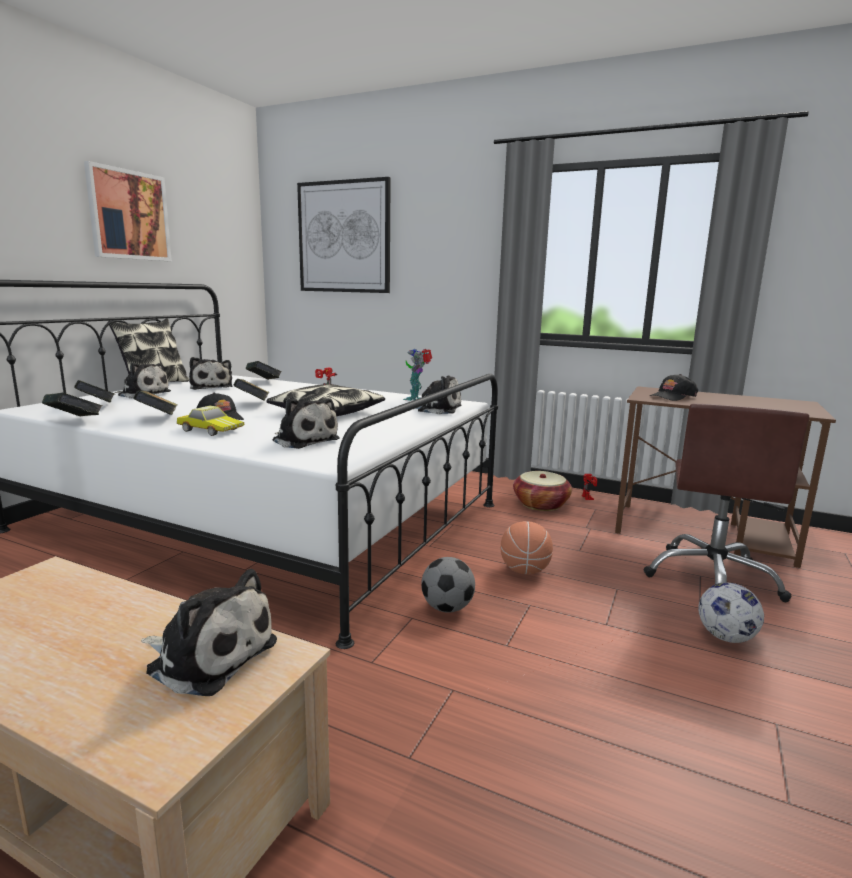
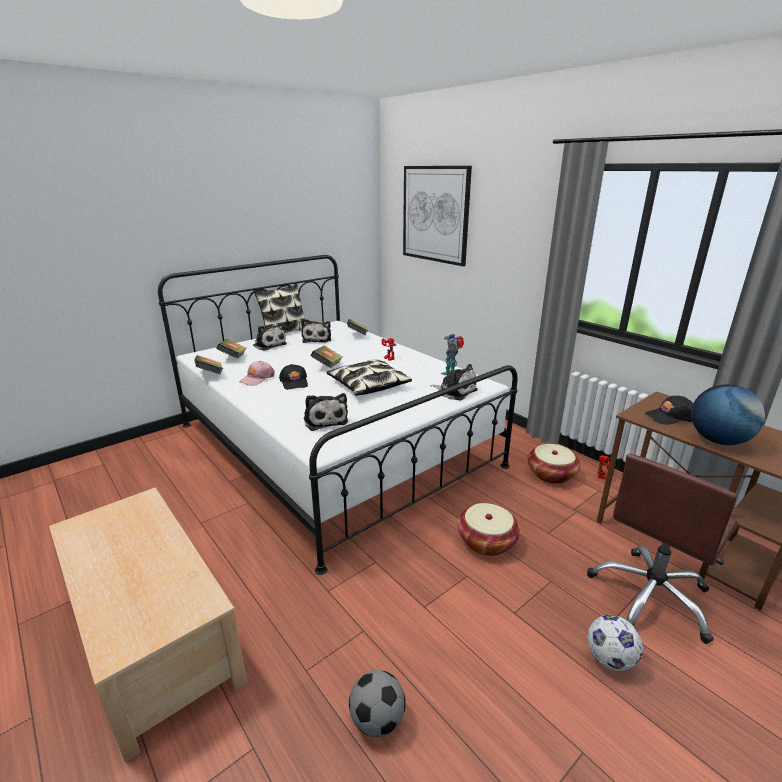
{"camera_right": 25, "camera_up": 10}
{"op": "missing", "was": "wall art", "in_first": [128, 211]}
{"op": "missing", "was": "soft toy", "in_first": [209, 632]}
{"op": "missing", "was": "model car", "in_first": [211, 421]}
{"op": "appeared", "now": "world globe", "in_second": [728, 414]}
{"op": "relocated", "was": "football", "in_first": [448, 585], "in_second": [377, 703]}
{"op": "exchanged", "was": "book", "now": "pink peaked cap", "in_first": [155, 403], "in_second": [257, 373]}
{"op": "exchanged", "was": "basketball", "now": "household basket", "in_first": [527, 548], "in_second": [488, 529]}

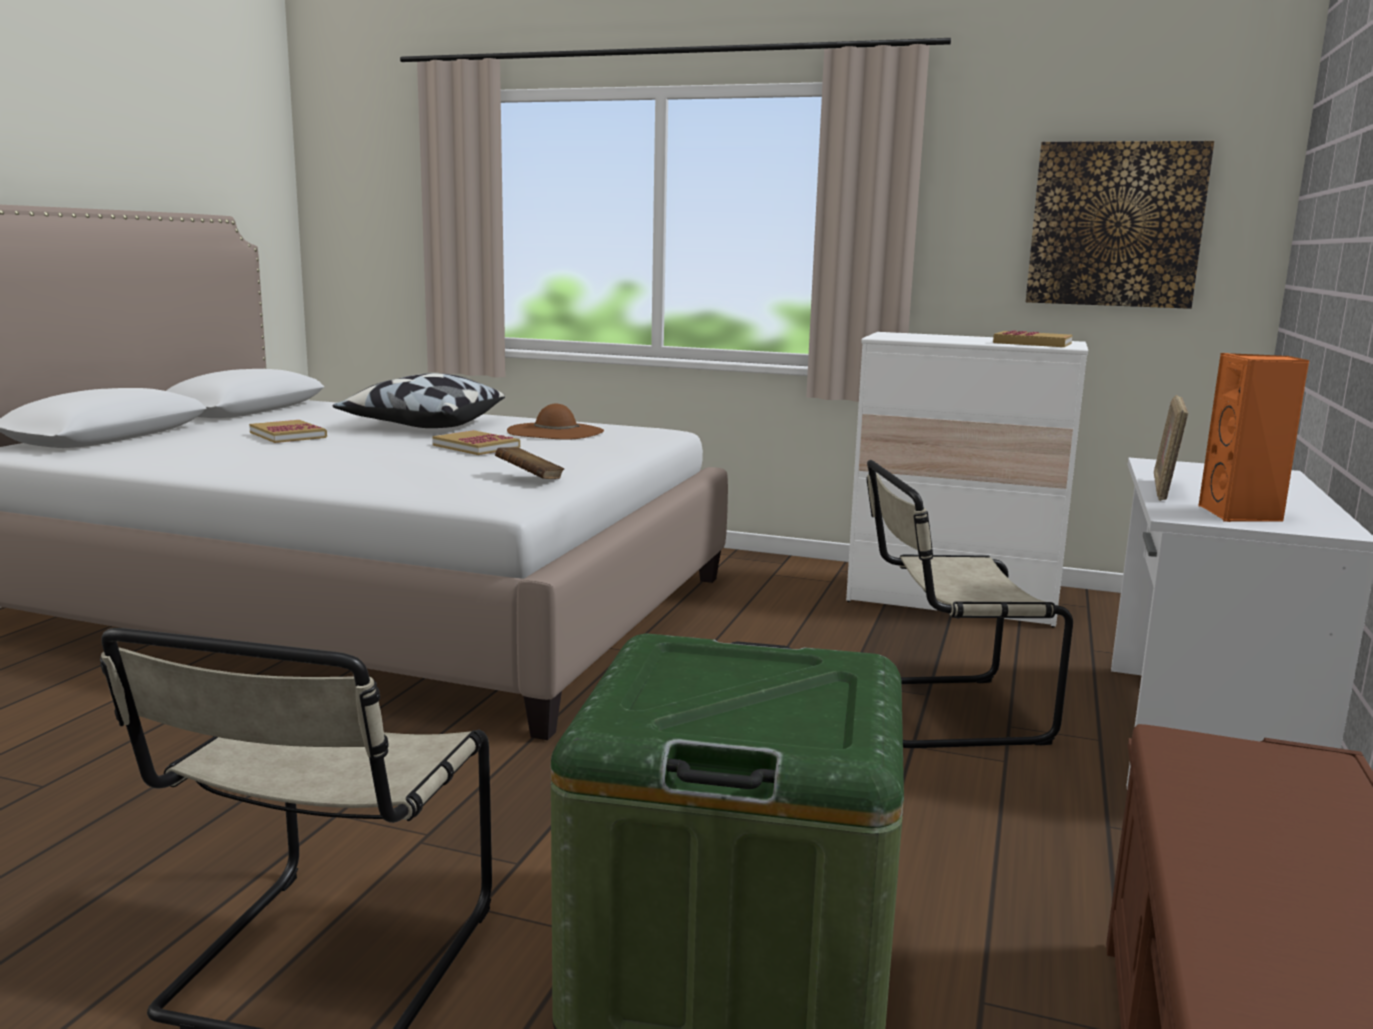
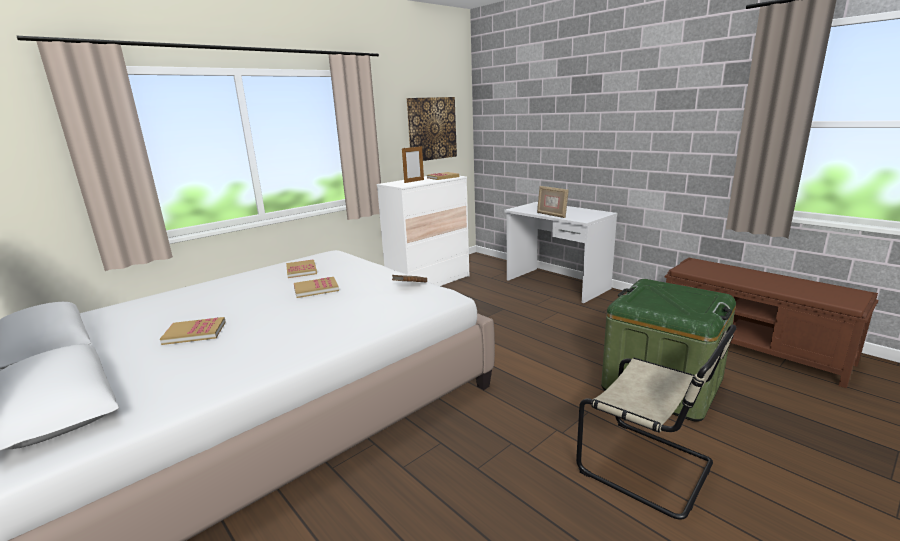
{"camera_right": -60, "camera_up": 5}
{"op": "missing", "was": "pillow", "in_first": [419, 400]}
{"op": "missing", "was": "beige plain chair", "in_first": [969, 604]}
{"op": "missing", "was": "orange audio speaker", "in_first": [1253, 437]}
{"op": "appeared", "now": "photo frame", "in_second": [413, 164]}
{"op": "exchanged", "was": "brownish clothing hat", "now": "book", "in_first": [555, 421], "in_second": [301, 269]}

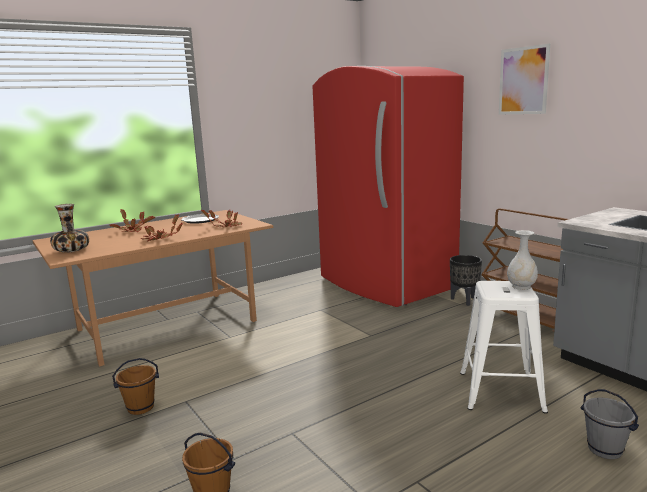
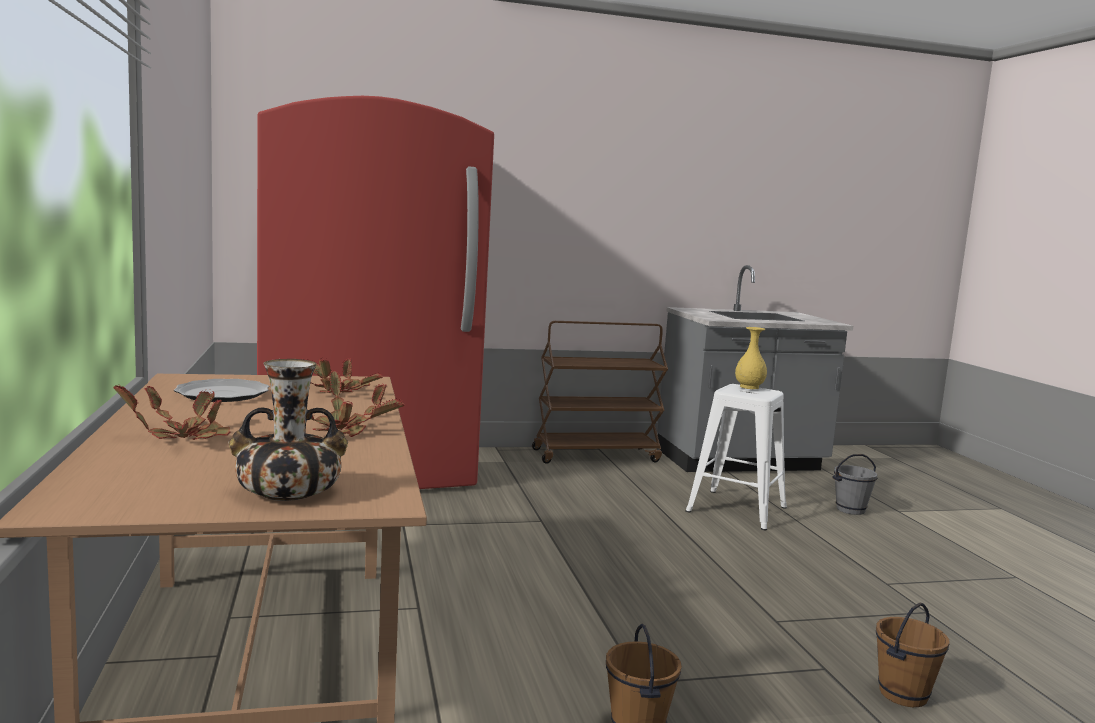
{"camera_right": -70, "camera_up": -5}
{"op": "missing", "was": "black-coloured plant pot", "in_first": [466, 280]}
{"op": "missing", "was": "wall art", "in_first": [524, 79]}
{"op": "colour", "was": "white vase", "now": "yellowish vase", "in_first": [522, 260], "in_second": [751, 358]}

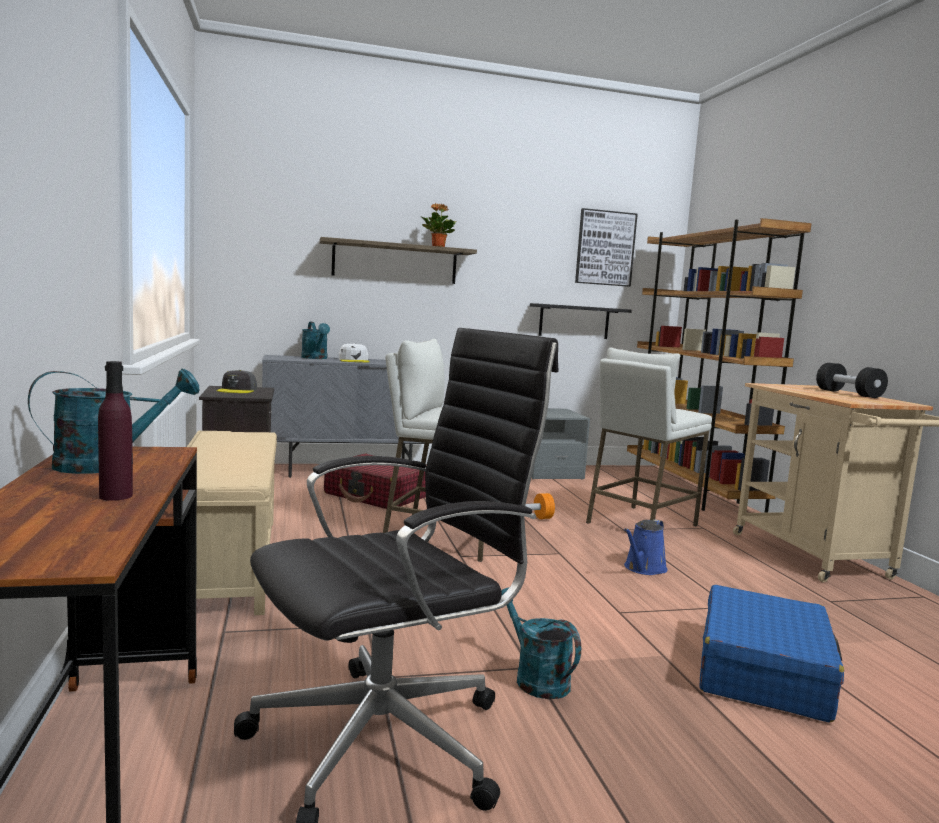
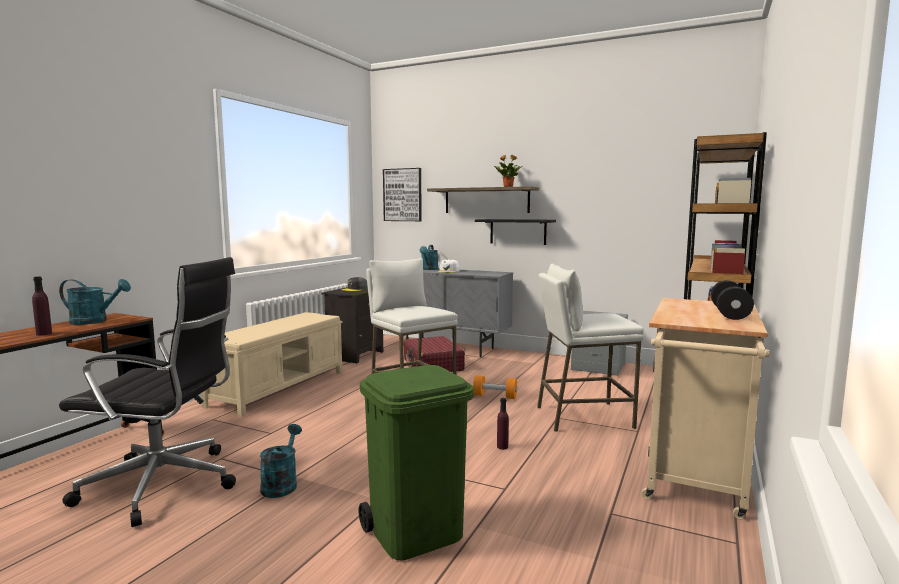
{"camera_right": 40, "camera_up": 0}
{"op": "relocated", "was": "black-coloured shelf", "in_first": [581, 321], "in_second": [515, 232]}
{"op": "relocated", "was": "wall art", "in_first": [606, 247], "in_second": [402, 194]}
{"op": "exchanged", "was": "blue watering pot", "now": "purple drink bottle", "in_first": [646, 547], "in_second": [503, 424]}
{"op": "exchanged", "was": "blue suitcase", "now": "green-coloured rubbish bin", "in_first": [772, 654], "in_second": [416, 463]}

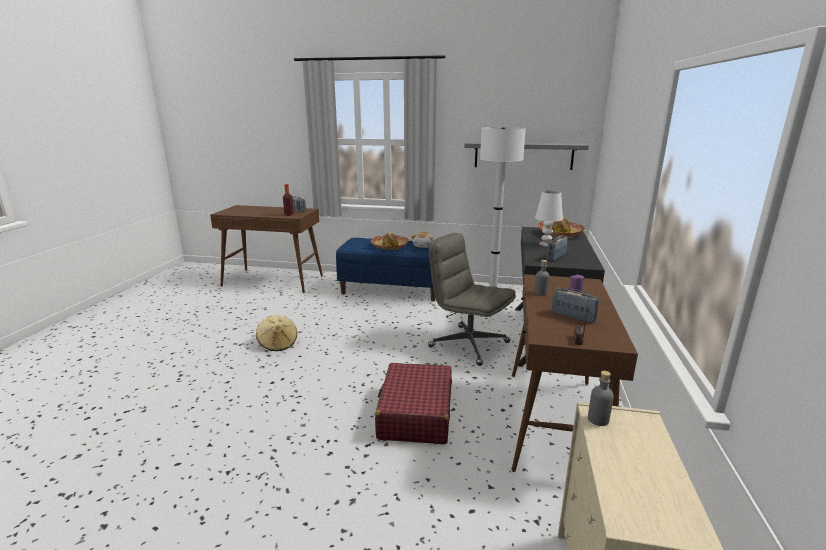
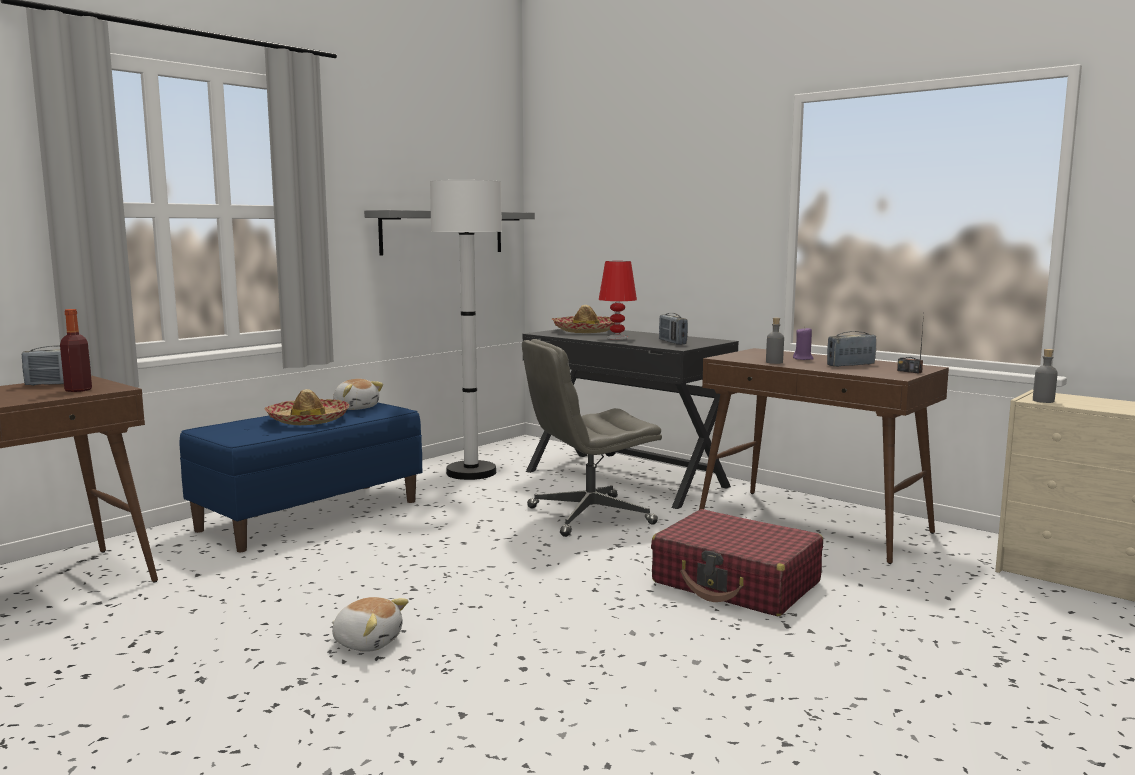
{"camera_right": -60, "camera_up": -10}
{"op": "exchanged", "was": "beige clothing hat", "now": "soft toy", "in_first": [276, 333], "in_second": [370, 624]}
{"op": "colour", "was": "white tabletop lamp", "now": "reddish tabletop lamp", "in_first": [549, 218], "in_second": [618, 300]}

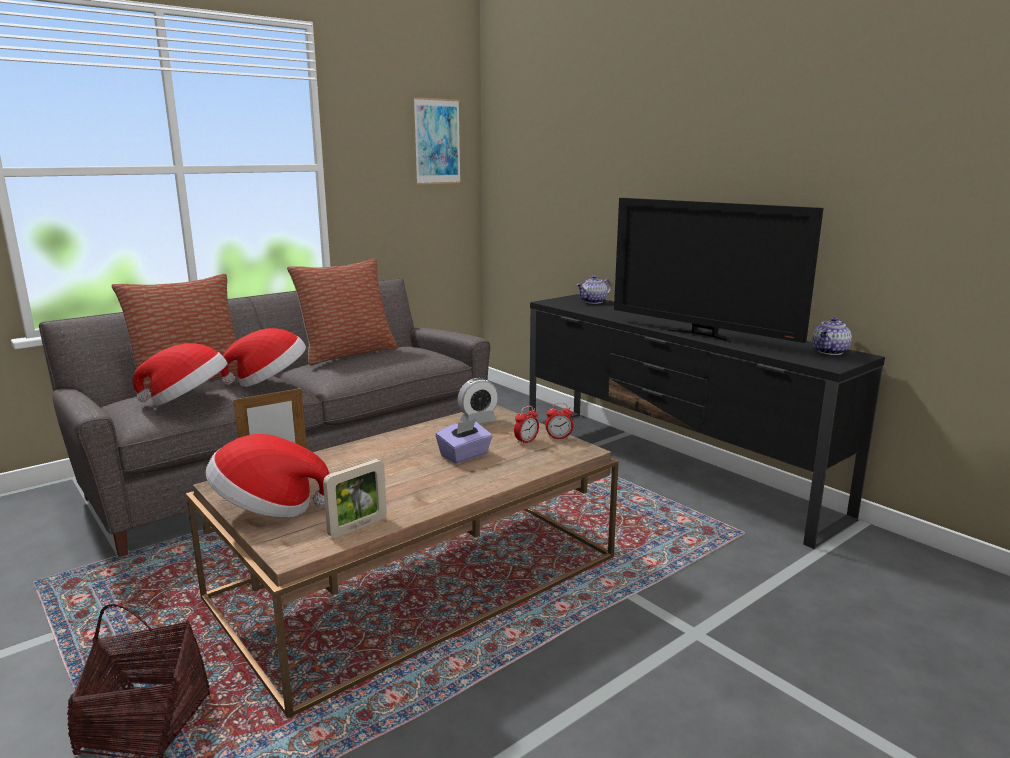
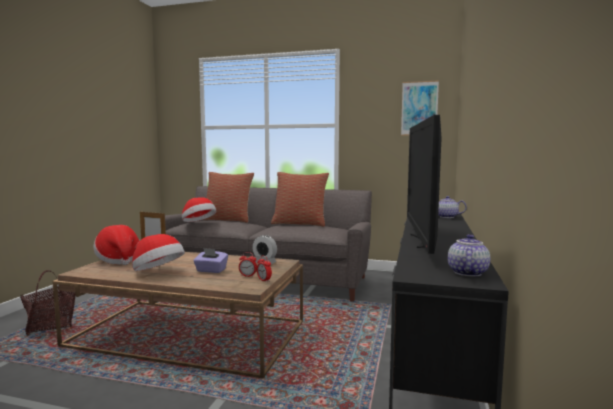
{"camera_right": 55, "camera_up": -10}
{"op": "missing", "was": "photo frame", "in_first": [355, 498]}
{"op": "relocated", "was": "clothing hat", "in_first": [263, 357], "in_second": [158, 252]}
{"op": "spun", "was": "teapot", "in_first": [832, 336], "in_second": [469, 255], "clockwise": 105}

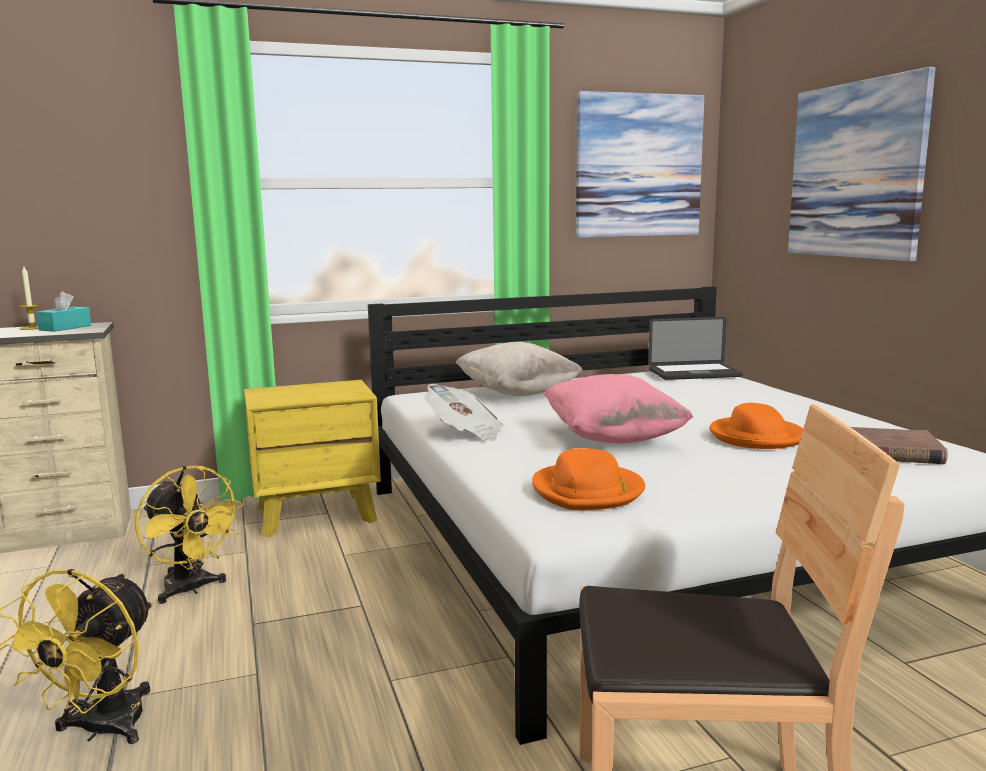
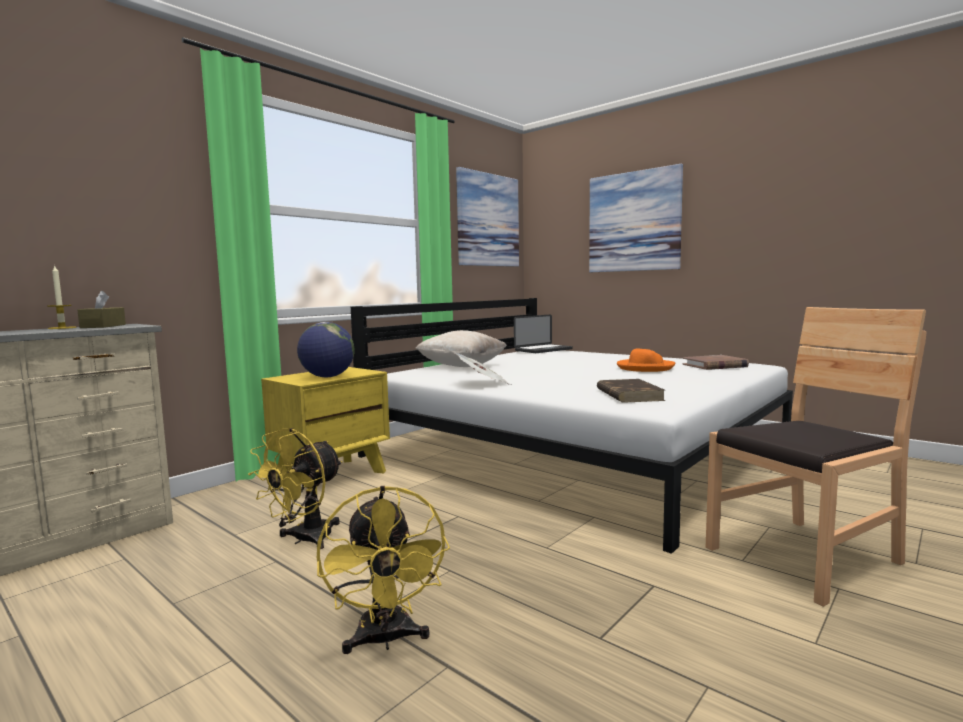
{"camera_right": -30, "camera_up": -5}
{"op": "missing", "was": "pink pillow", "in_first": [618, 408]}
{"op": "appeared", "now": "world globe", "in_second": [326, 349]}
{"op": "exchanged", "was": "orange clothing hat", "now": "brownish book", "in_first": [588, 479], "in_second": [631, 391]}
{"op": "colour", "was": "turquoise-coloured box of tissues", "now": "brownish box of tissues", "in_first": [63, 311], "in_second": [102, 309]}
{"op": "spun", "was": "yellowish electric fan", "in_first": [189, 535], "in_second": [295, 488], "clockwise": 105}

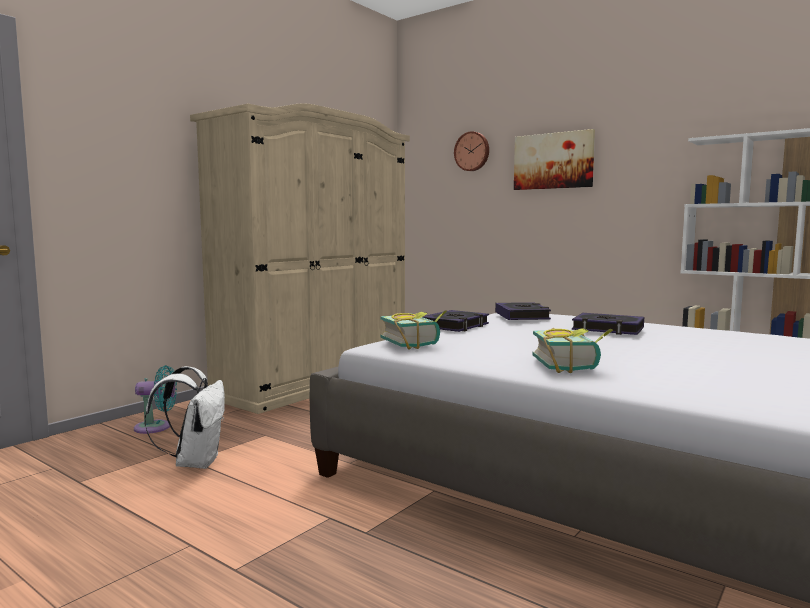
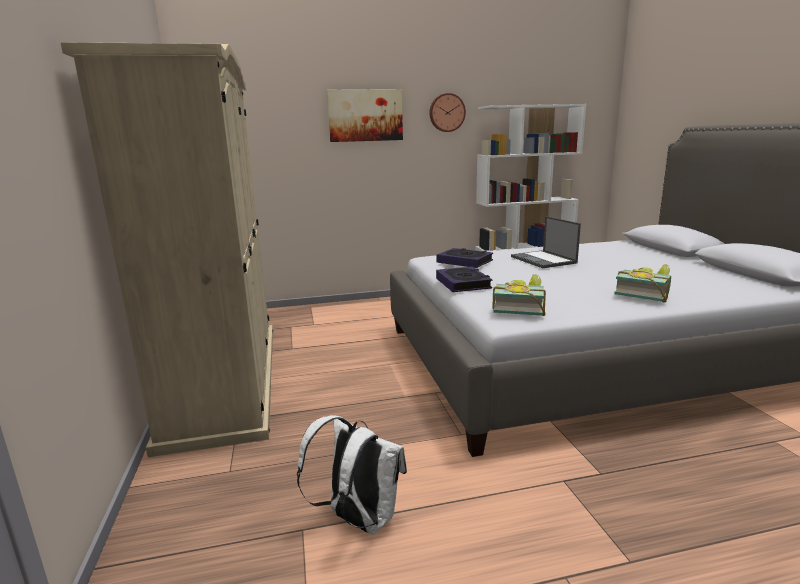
{"camera_right": -50, "camera_up": 10}
{"op": "missing", "was": "turquoise-coloured electric fan", "in_first": [155, 399]}
{"op": "relocated", "was": "hanging clock", "in_first": [471, 151], "in_second": [448, 112]}
{"op": "exchanged", "was": "book", "now": "portable computer", "in_first": [608, 324], "in_second": [546, 242]}

